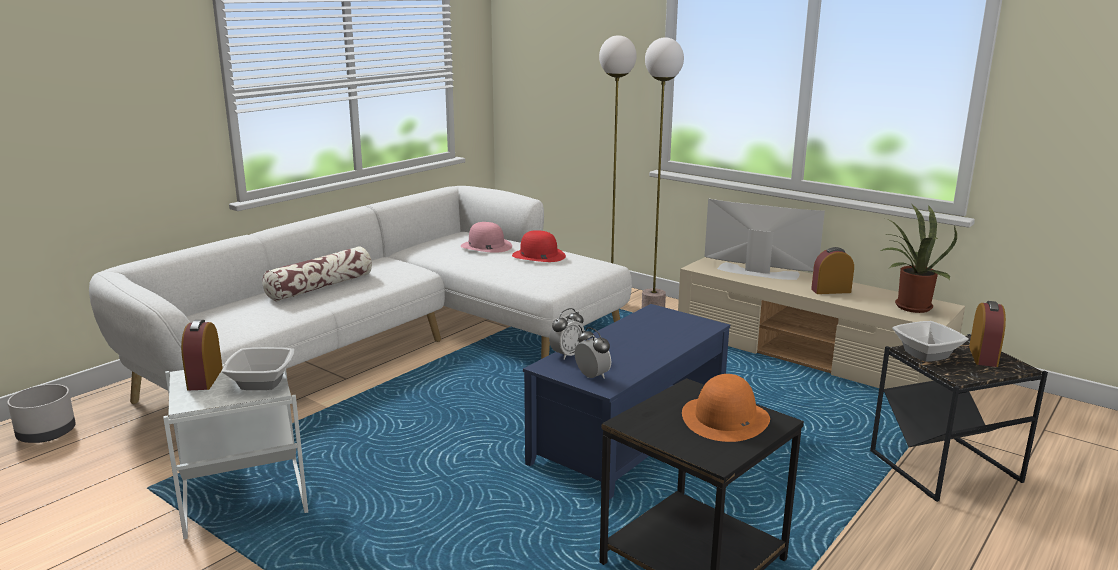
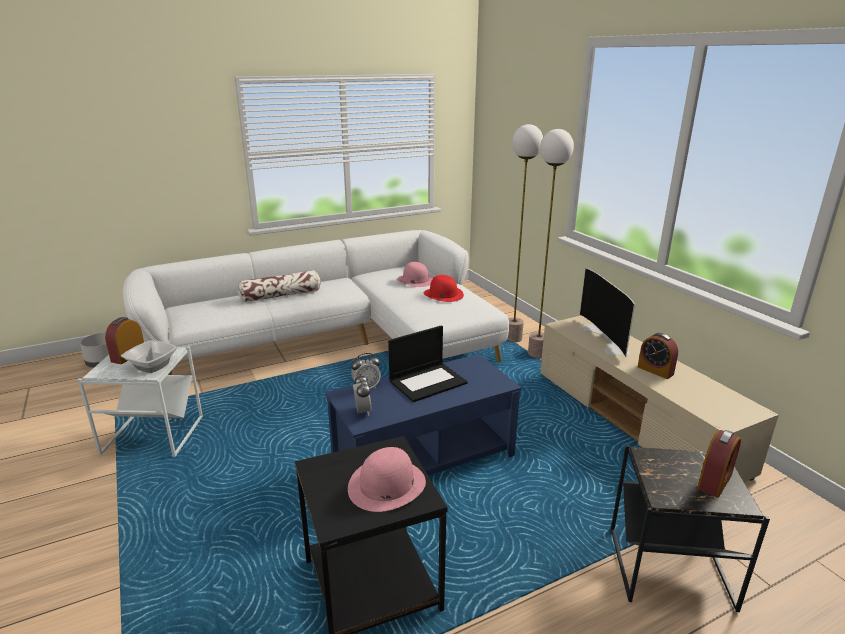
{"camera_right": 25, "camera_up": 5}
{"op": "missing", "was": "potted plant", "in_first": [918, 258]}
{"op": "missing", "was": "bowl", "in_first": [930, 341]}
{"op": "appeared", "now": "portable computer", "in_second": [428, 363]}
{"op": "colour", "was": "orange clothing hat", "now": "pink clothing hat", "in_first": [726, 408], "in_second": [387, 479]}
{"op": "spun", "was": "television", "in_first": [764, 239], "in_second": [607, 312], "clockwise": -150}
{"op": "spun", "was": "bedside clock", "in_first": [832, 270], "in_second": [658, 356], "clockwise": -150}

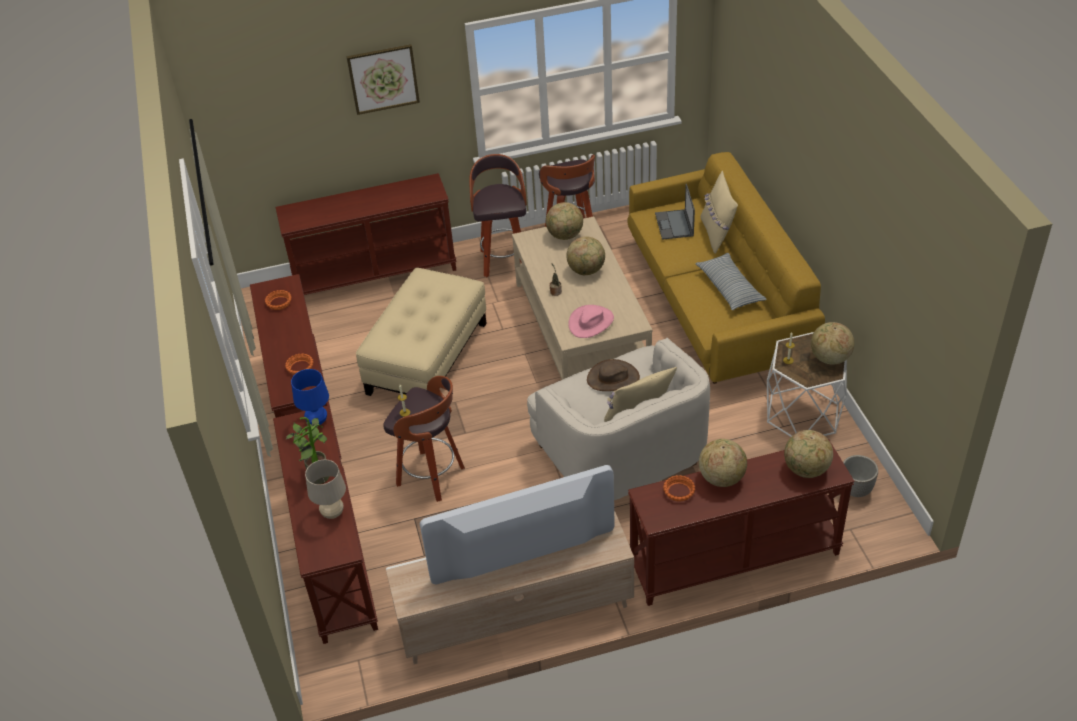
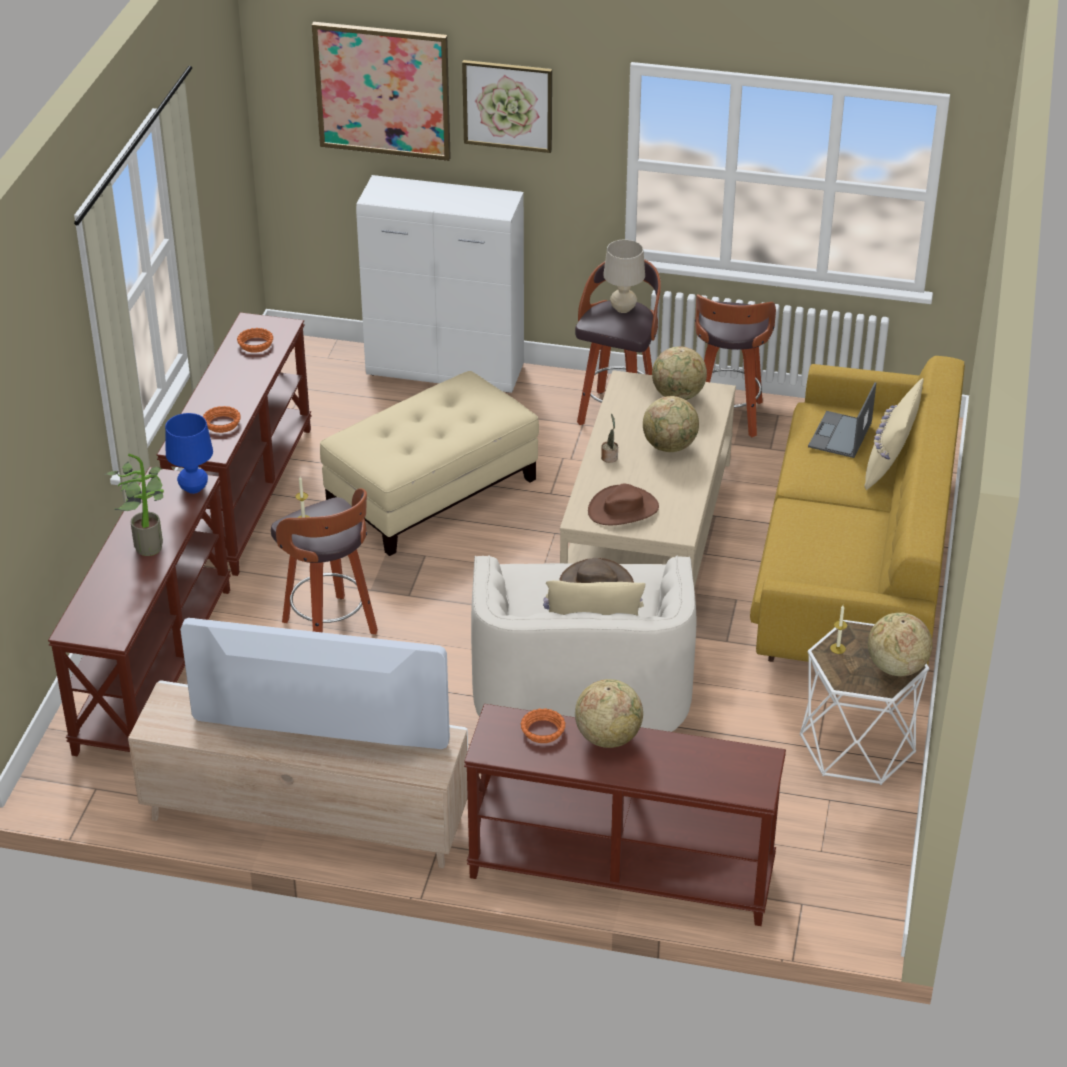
{"camera_right": 25, "camera_up": -5}
{"op": "missing", "was": "pillow", "in_first": [731, 281]}
{"op": "missing", "was": "world globe", "in_first": [808, 454]}
{"op": "missing", "was": "plant pot", "in_first": [860, 476]}
{"op": "appeared", "now": "wall art", "in_second": [381, 91]}
{"op": "relocated", "was": "beige tabletop lamp", "in_first": [325, 489], "in_second": [624, 276]}
{"op": "exchanged", "was": "brownish console table", "now": "white cupboard", "in_first": [366, 234], "in_second": [440, 284]}
{"op": "colour", "was": "pink clothing hat", "now": "brownish clothing hat", "in_first": [591, 321], "in_second": [623, 504]}

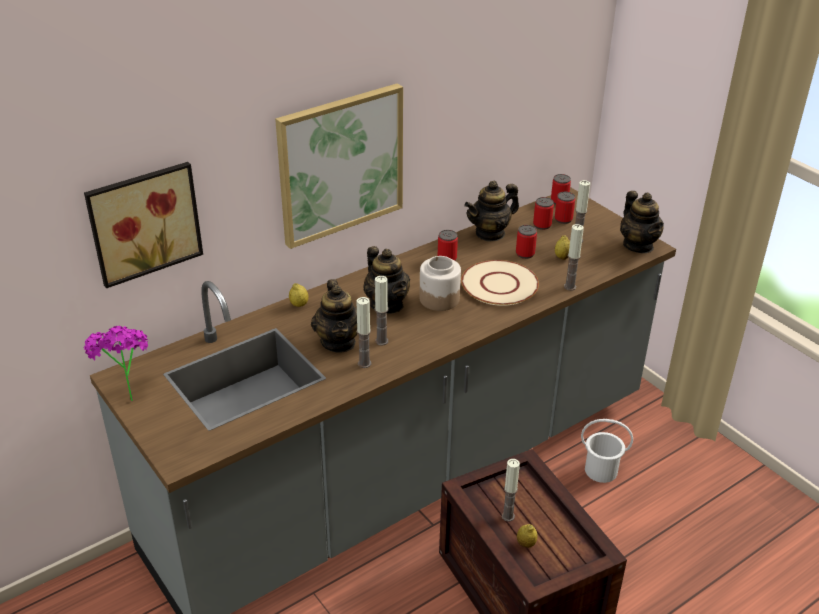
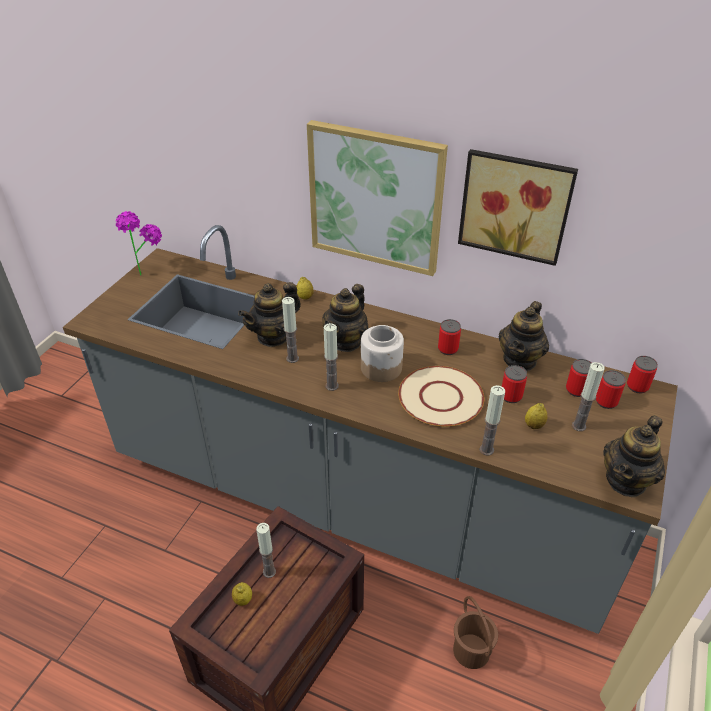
{"camera_right": 60, "camera_up": 5}
{"op": "relocated", "was": "wall art", "in_first": [143, 225], "in_second": [518, 207]}
{"op": "relocated", "was": "wax light", "in_first": [363, 332], "in_second": [331, 357]}
{"op": "colour", "was": "white water bucket", "now": "brownish water bucket", "in_first": [607, 451], "in_second": [475, 632]}
{"op": "spun", "was": "teapot", "in_first": [491, 211], "in_second": [524, 336], "clockwise": -90}

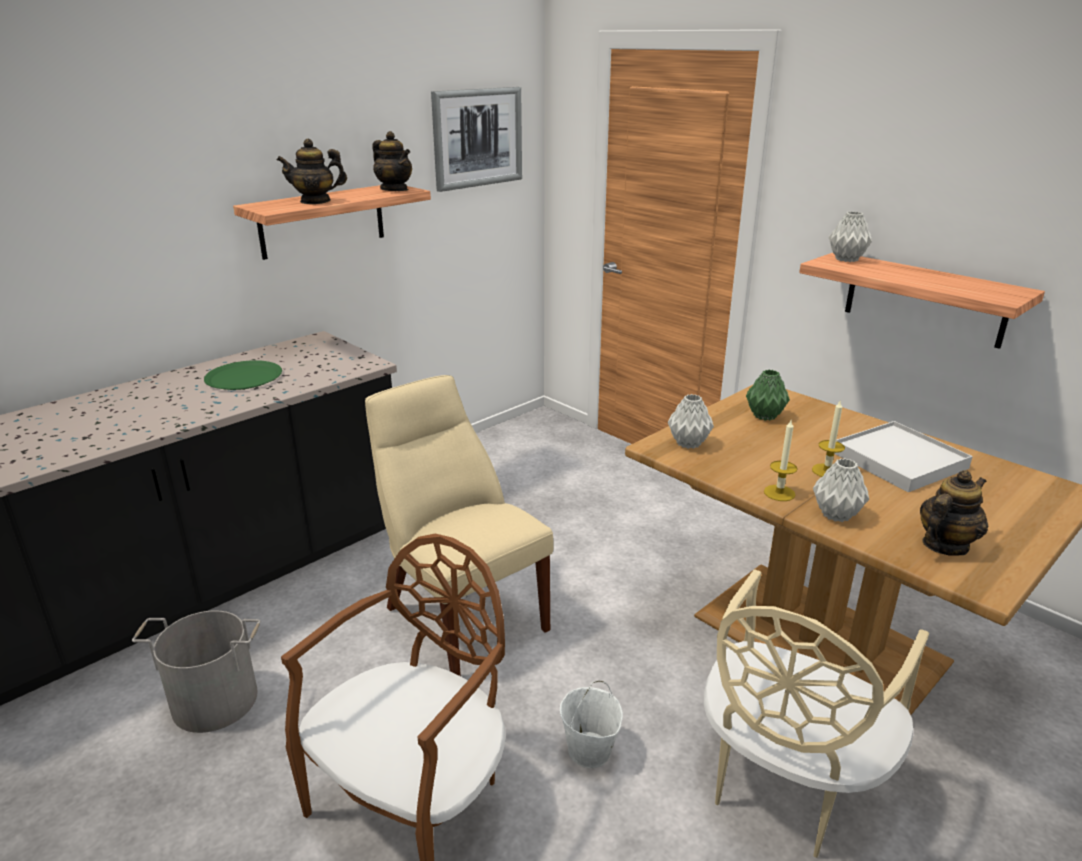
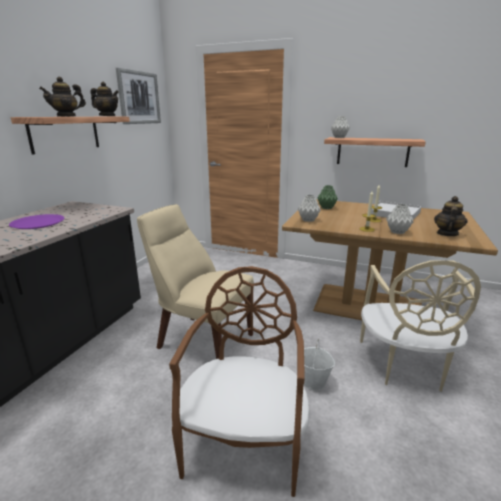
{"camera_right": -25, "camera_up": -5}
{"op": "missing", "was": "greyish water bucket", "in_first": [196, 671]}
{"op": "colour", "was": "green-coloured flat dish", "now": "purple flat dish", "in_first": [243, 375], "in_second": [37, 221]}

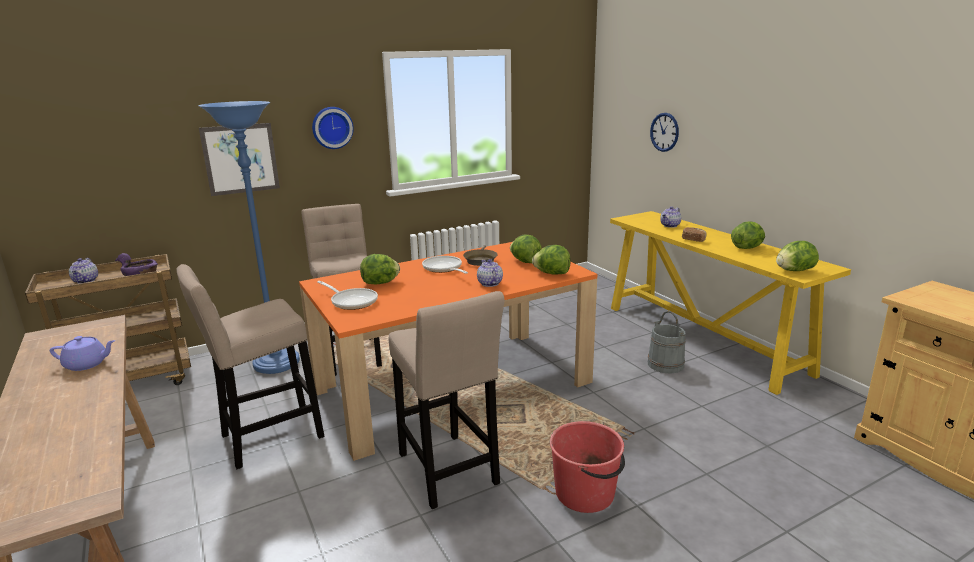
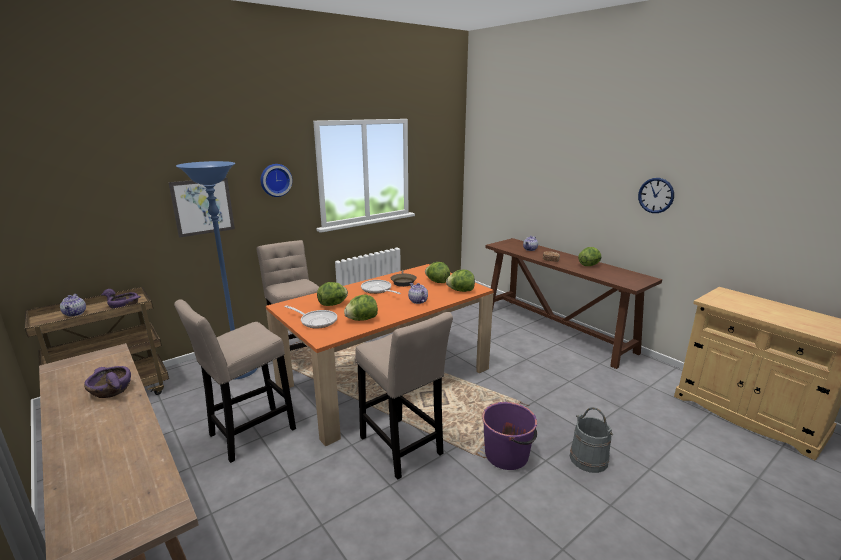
{"camera_right": -10, "camera_up": 0}
{"op": "relocated", "was": "greyish water bucket", "in_first": [667, 342], "in_second": [592, 440]}
{"op": "relocated", "was": "hanging clock", "in_first": [664, 132], "in_second": [656, 195]}
{"op": "relocated", "was": "head of lettuce", "in_first": [797, 256], "in_second": [361, 308]}
{"op": "exchanged", "was": "purple teapot", "now": "purple bowl", "in_first": [82, 353], "in_second": [107, 382]}
{"op": "colour", "was": "reddish water bucket", "now": "purple water bucket", "in_first": [587, 467], "in_second": [509, 436]}
{"op": "colour", "was": "yellowish console table", "now": "brownish console table", "in_first": [730, 303], "in_second": [573, 303]}

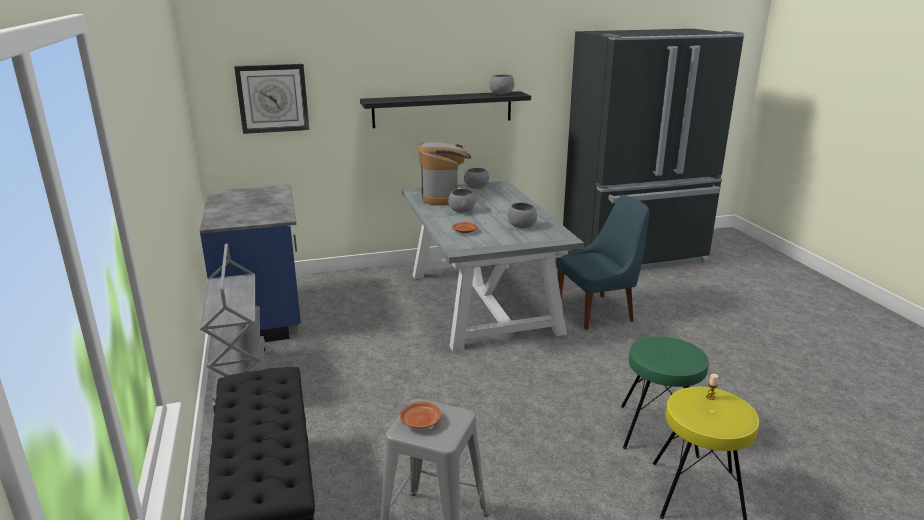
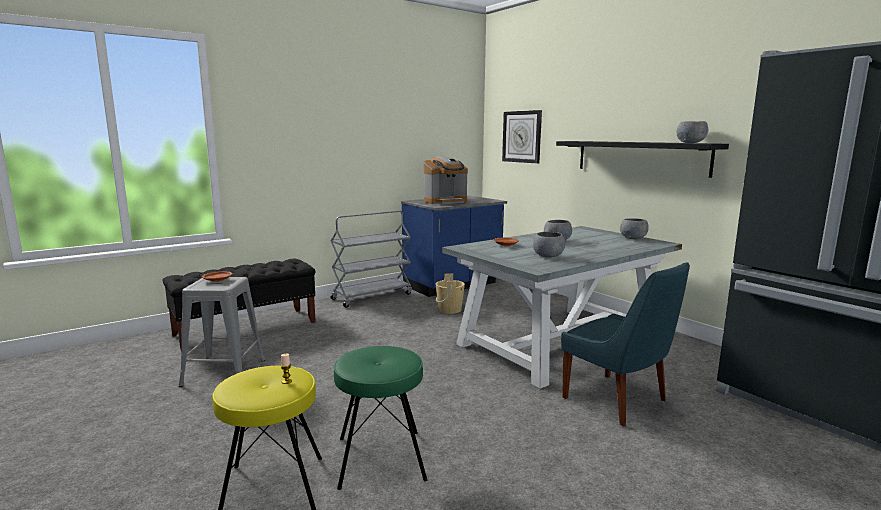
{"camera_right": 70, "camera_up": -10}
{"op": "appeared", "now": "beige water bucket", "in_second": [450, 293]}
{"op": "relocated", "was": "coffee maker", "in_first": [444, 174], "in_second": [446, 180]}

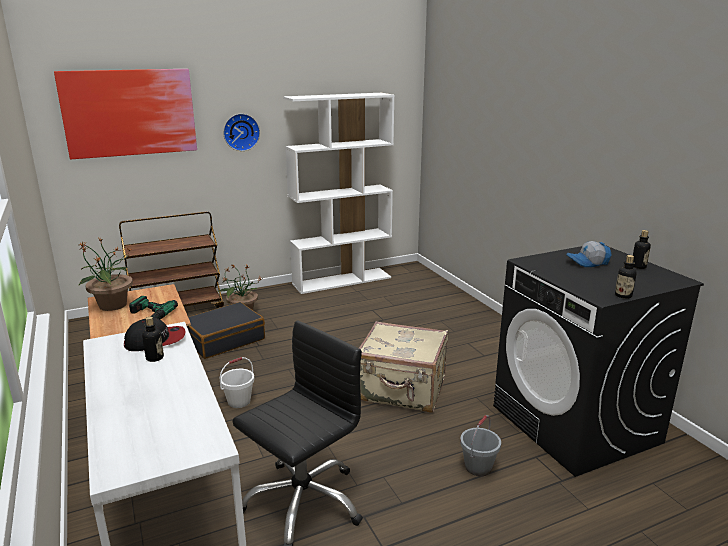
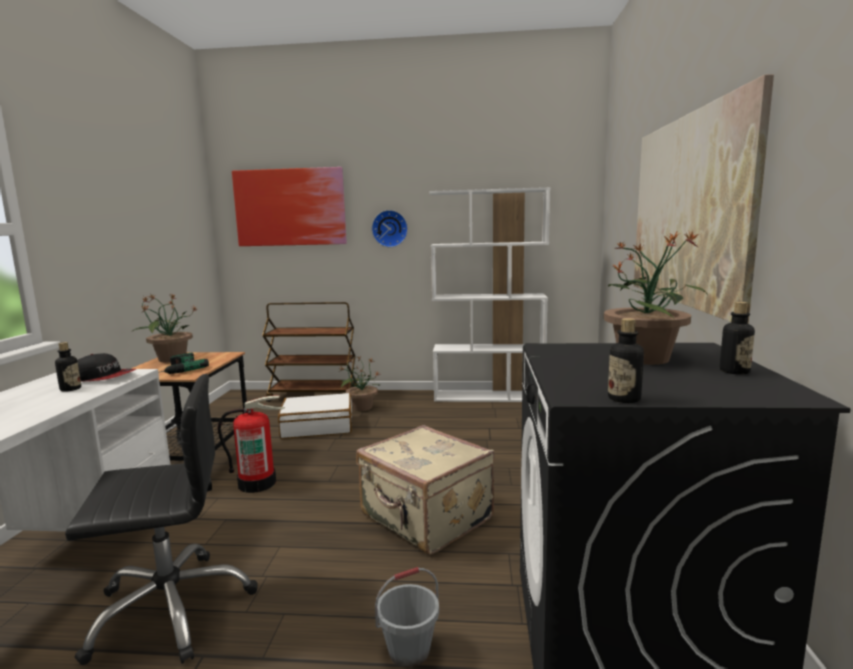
{"camera_right": 30, "camera_up": -10}
{"op": "appeared", "now": "wall art", "in_second": [704, 199]}
{"op": "exchanged", "was": "white water bucket", "now": "fire-fighting cylinder", "in_first": [237, 382], "in_second": [251, 444]}
{"op": "exchanged", "was": "peaked cap", "now": "potted plant", "in_first": [589, 254], "in_second": [656, 297]}
{"op": "colour", "was": "black-coloured suitcase", "now": "white suitcase", "in_first": [226, 330], "in_second": [315, 416]}

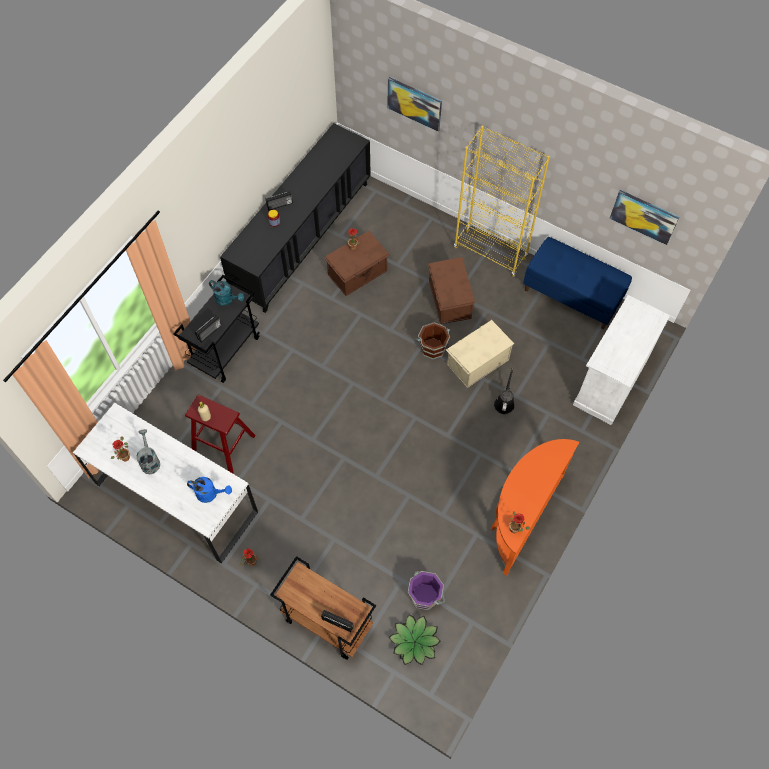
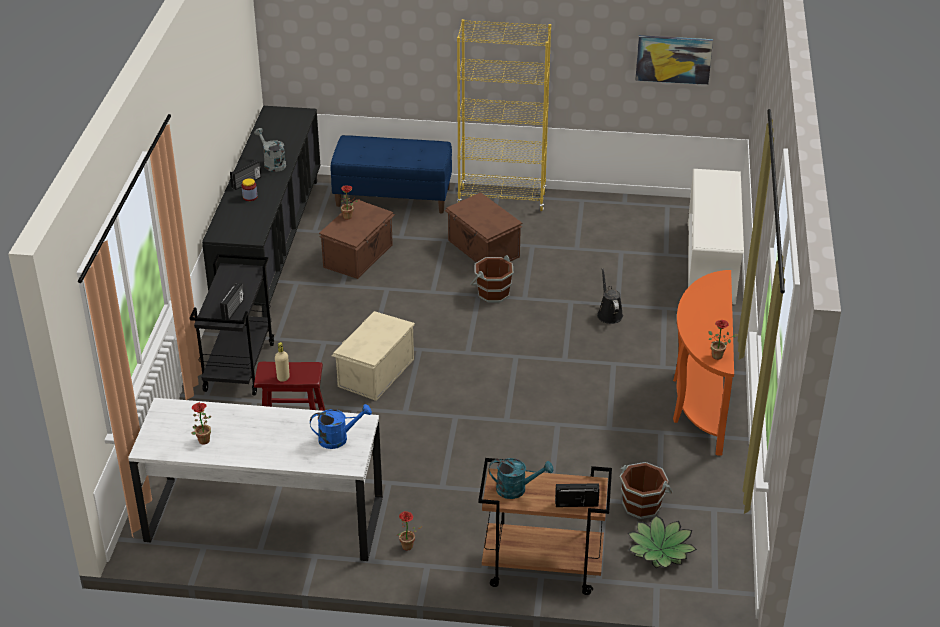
{"camera_right": -25, "camera_up": -25}
{"op": "missing", "was": "wall art", "in_first": [415, 104]}
{"op": "relocated", "was": "greyish watering pot", "in_first": [148, 451], "in_second": [270, 150]}
{"op": "relocated", "was": "turquoise-coloured watering pot", "in_first": [226, 293], "in_second": [521, 478]}
{"op": "relocated", "was": "beige storage box", "in_first": [480, 354], "in_second": [373, 356]}
{"op": "relocated", "was": "blue long seat", "in_first": [577, 283], "in_second": [391, 174]}
{"op": "exchanged", "was": "white cupboard", "now": "white shoe rack", "in_first": [621, 360], "in_second": [716, 237]}
{"op": "colour", "was": "purple water bucket", "now": "brownish water bucket", "in_first": [426, 590], "in_second": [646, 490]}

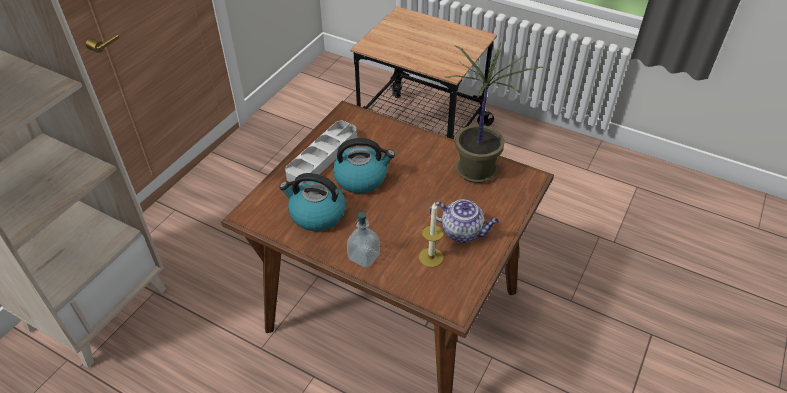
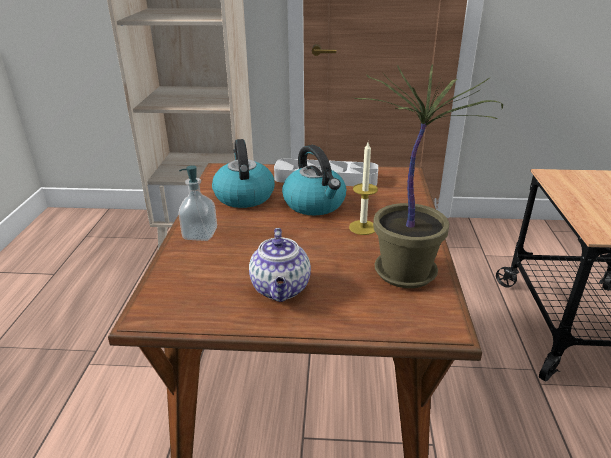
{"camera_right": 65, "camera_up": -15}
{"op": "relocated", "was": "wax light", "in_first": [431, 235], "in_second": [363, 188]}

